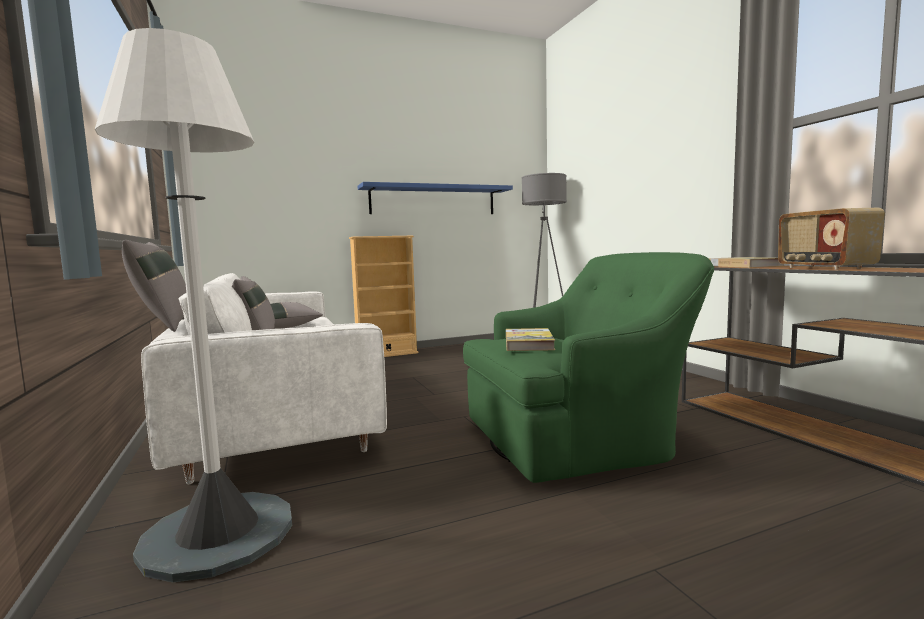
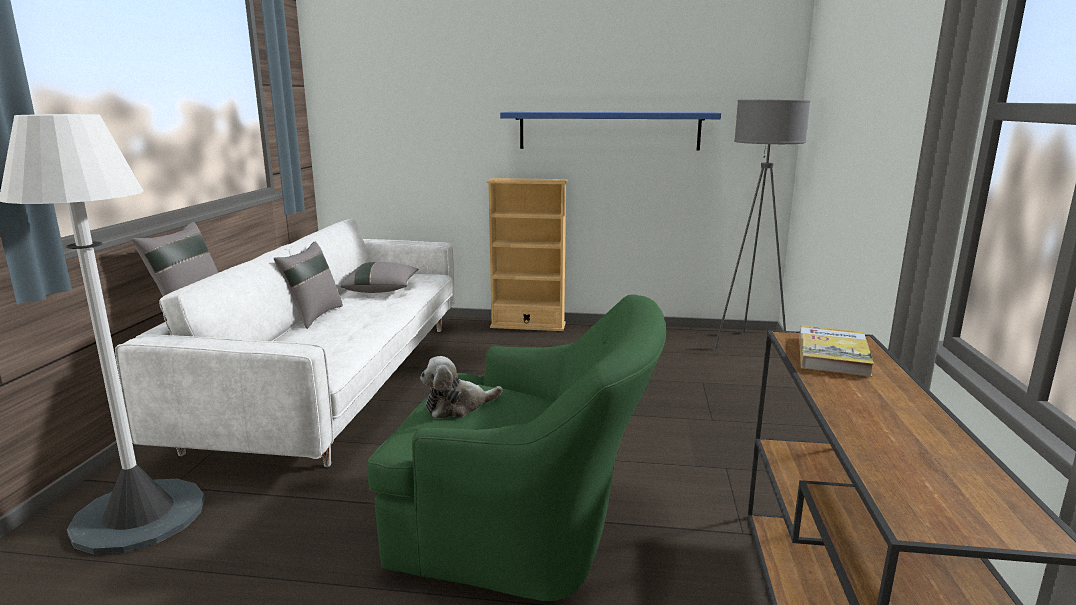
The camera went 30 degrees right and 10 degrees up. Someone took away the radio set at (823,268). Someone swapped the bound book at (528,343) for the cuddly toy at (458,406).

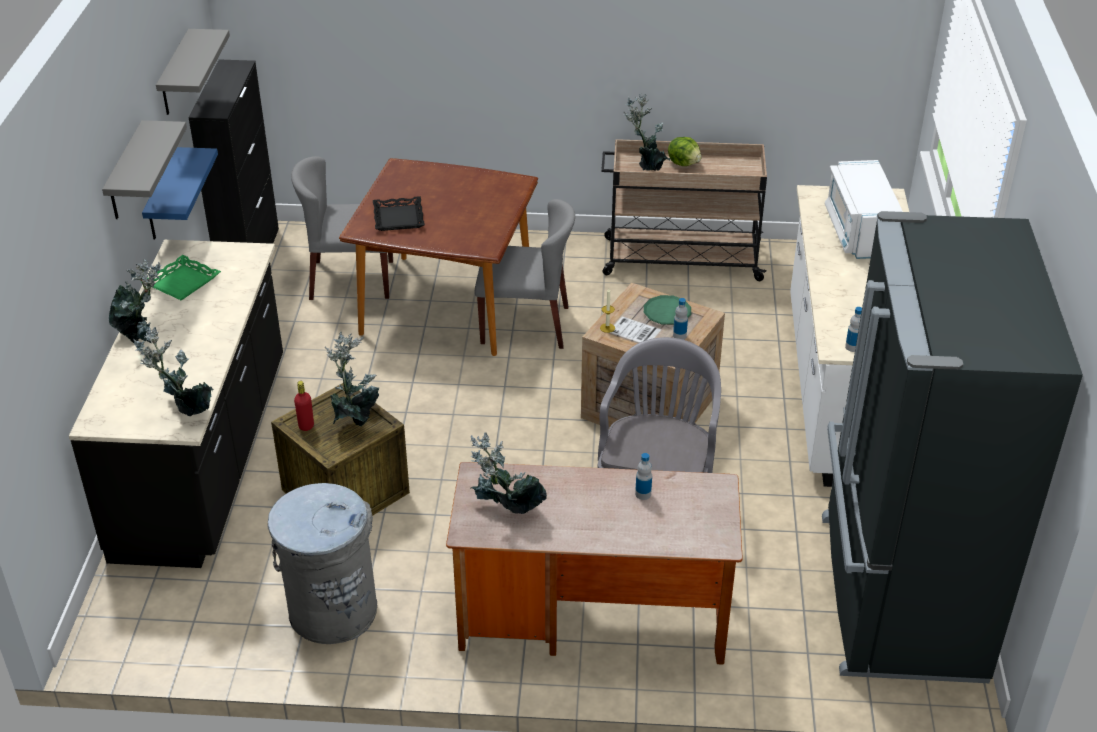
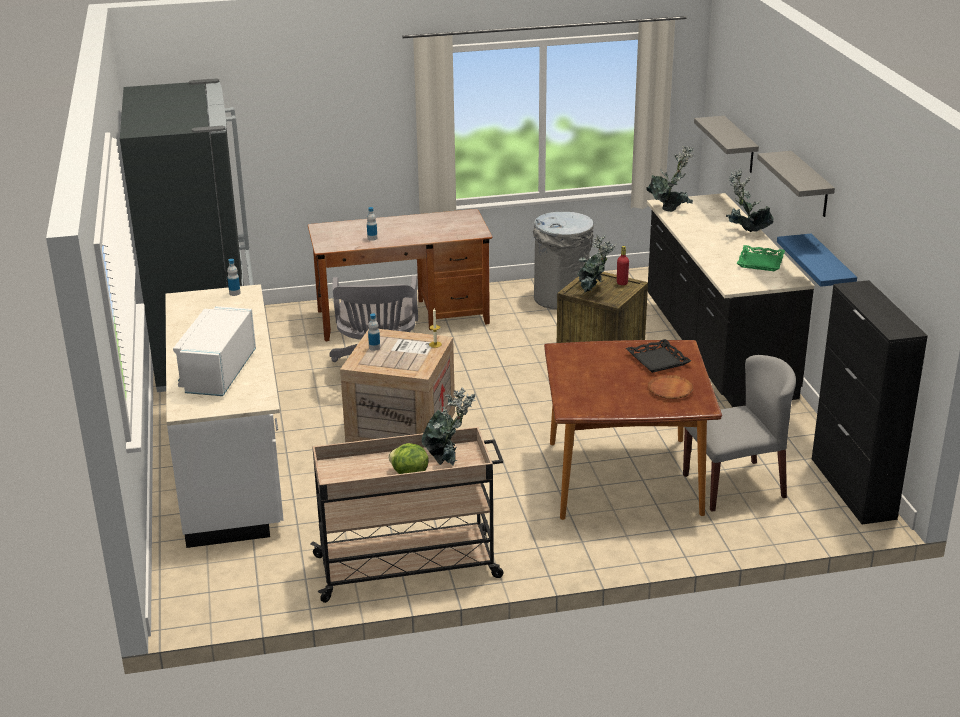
The camera went 165 degrees right and 10 degrees down. Someone took away the plant in a pot at (505,512). Someone took away the gray upright chair at (526,325). Someone took away the greenish dinner plate at (667,313). Someone put down the brown dinner plate at (670,390). Someone carried the gray shelf from (175,74) to (739,145). Someone rotated the whitish kitchen microwave at (860,232) by 150 degrees counterclockwise.

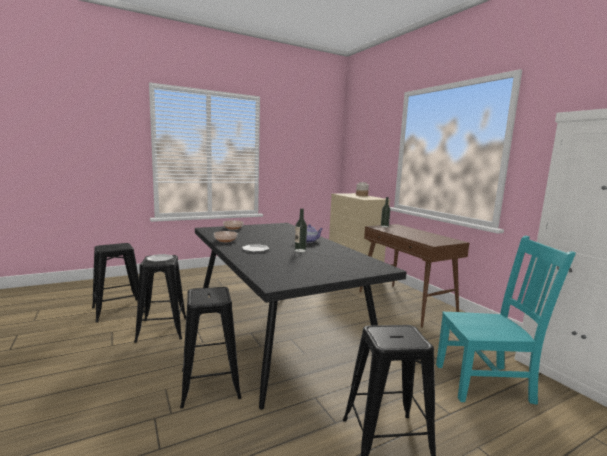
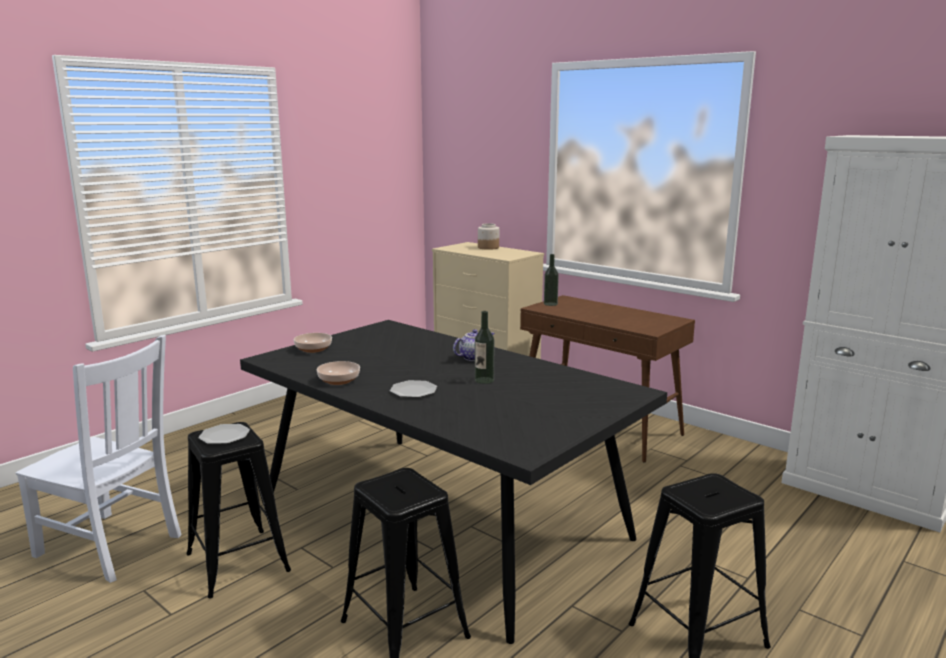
The camera went 20 degrees left and 5 degrees up. Someone took away the turquoise-coloured upright chair at (486,383). Someone swapped the blackish stool seat at (118,310) for the whitish upright chair at (112,547).

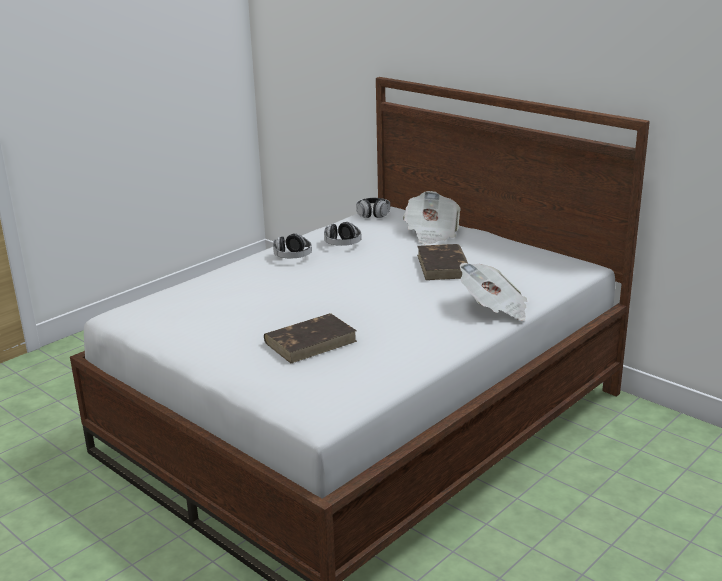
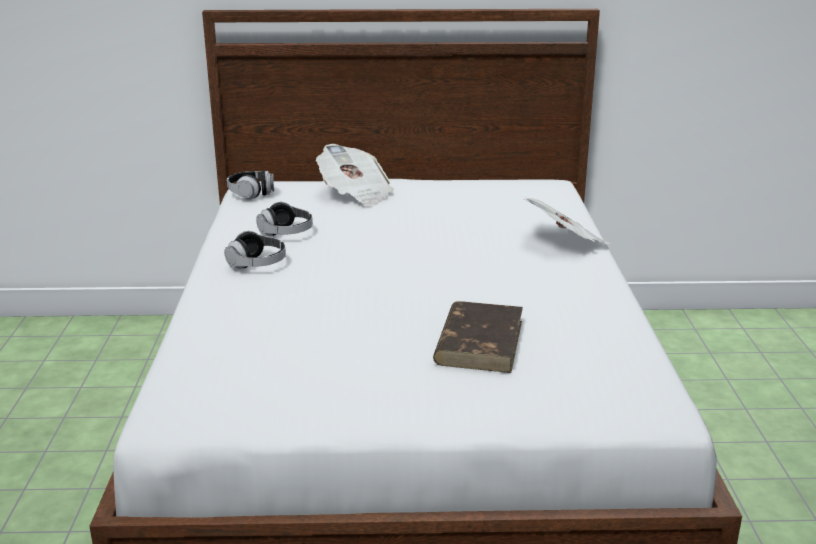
The camera went 45 degrees left and 0 degrees up. Someone took away the brown bound book at (443,266).

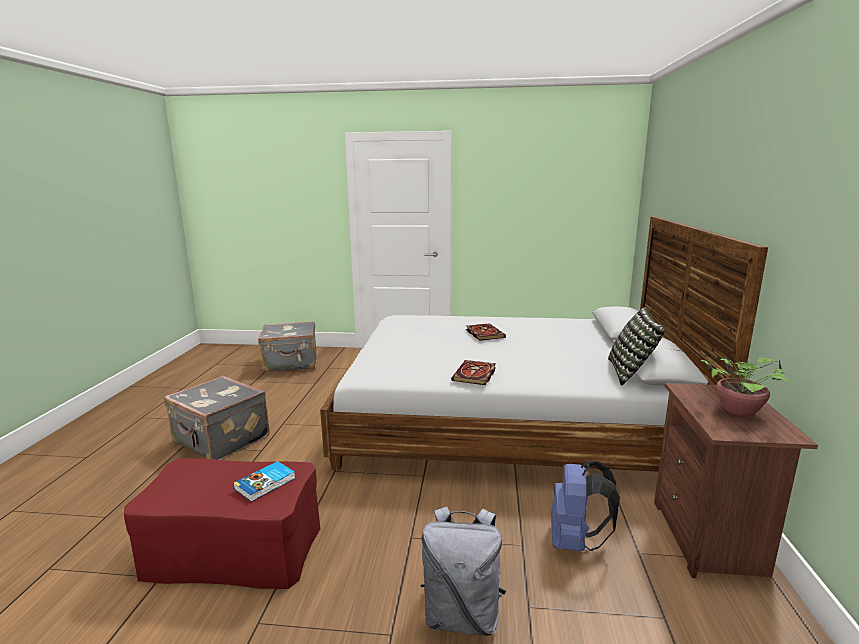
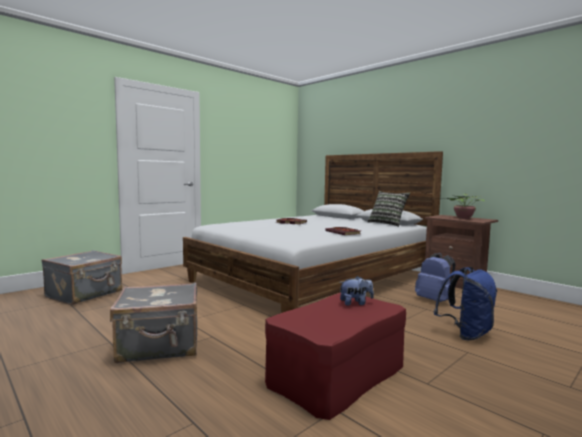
The camera went 50 degrees left and 10 degrees down. Someone swapped the bound book at (266,483) for the cuddly toy at (355,303). Someone repainted the gray knapsack at (462,615), which became the bluish knapsack at (466,334).

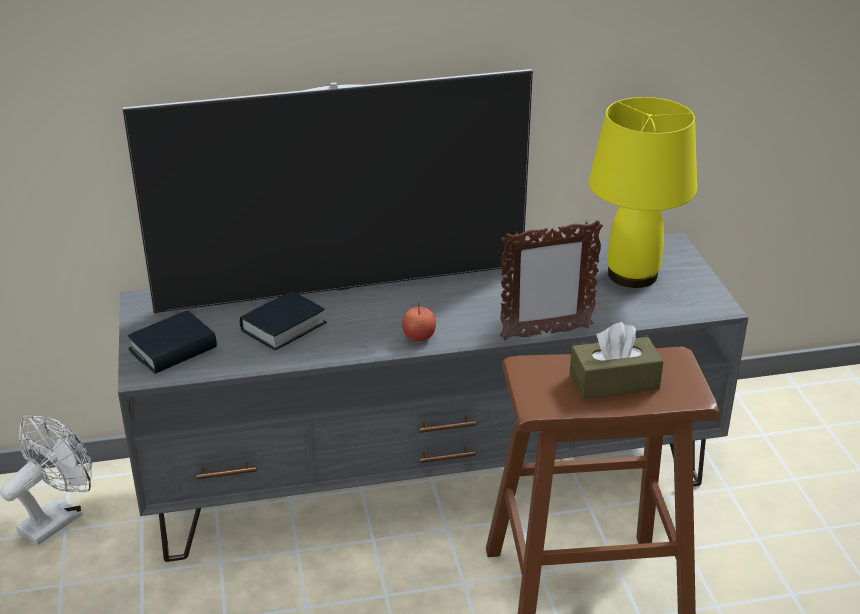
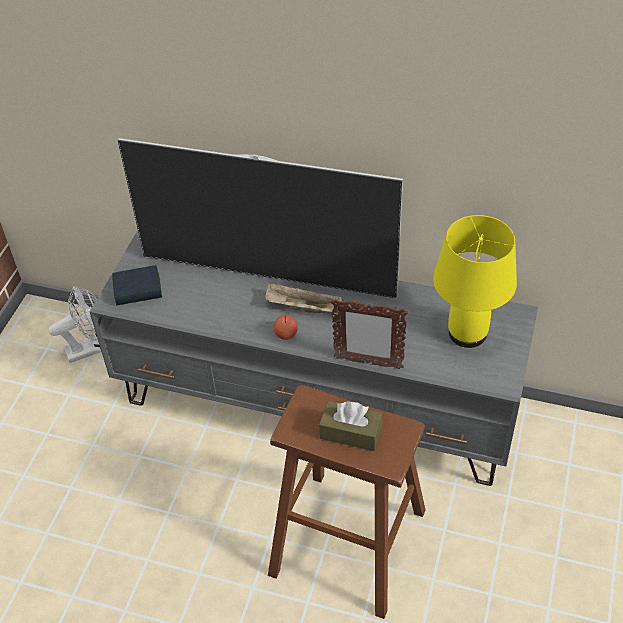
The camera went 30 degrees right and 15 degrees up. Someone took away the bound book at (283,327). Someone put down the beige-coloured carrying tray at (301,307).

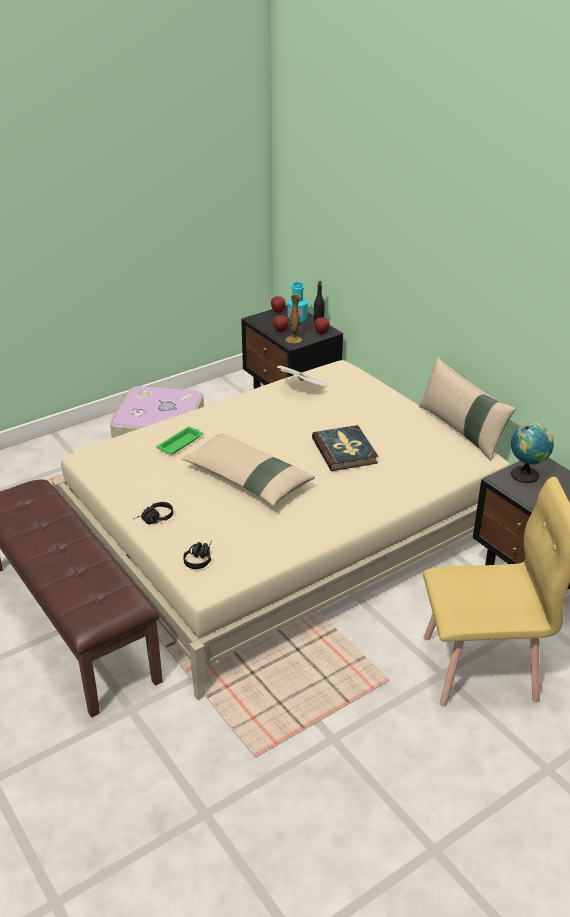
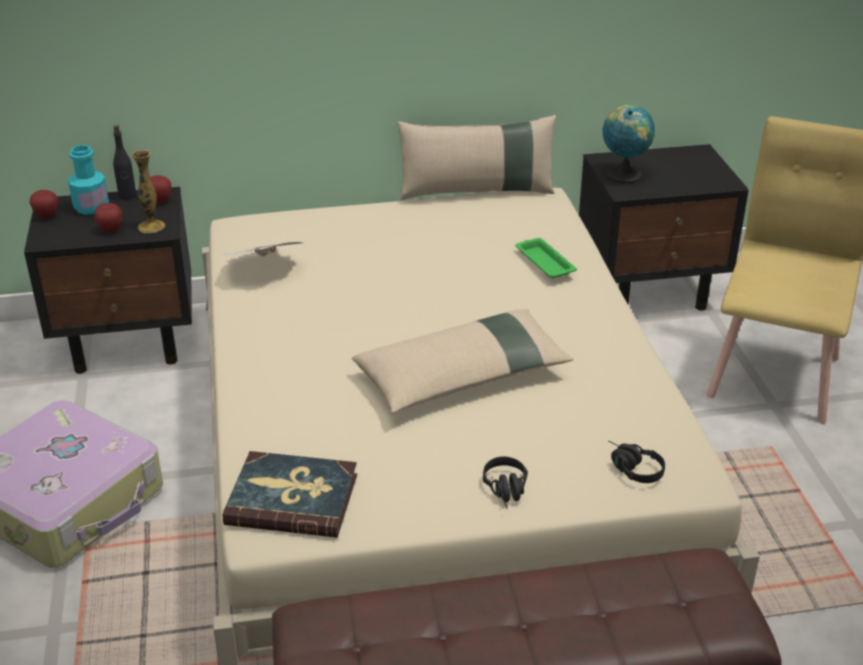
The camera went 65 degrees left and 0 degrees up. Someone carried the greenish carrying tray from (181,443) to (544,262). Someone carried the bound book from (345,451) to (292,499).

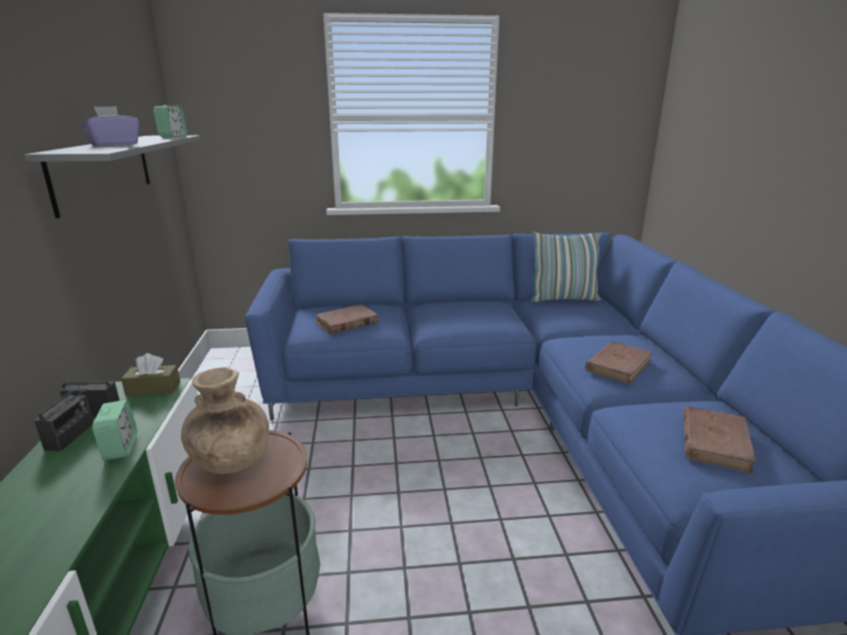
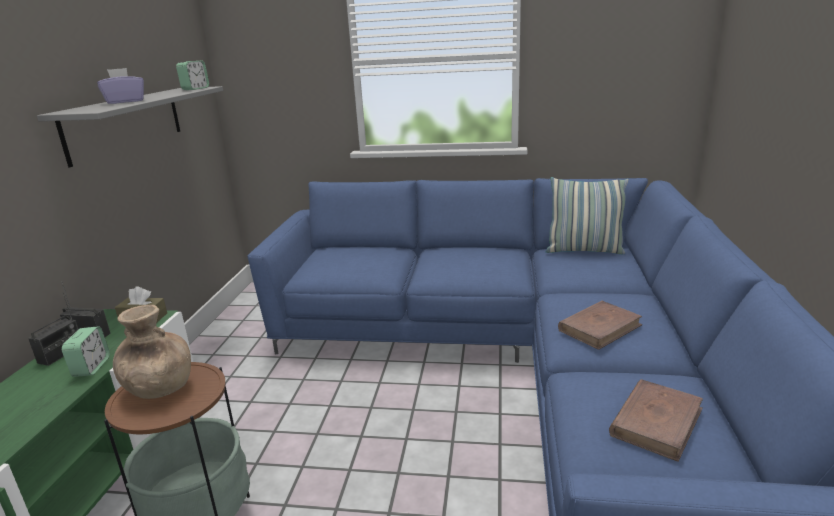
The camera went 15 degrees right and 0 degrees up. Someone took away the brown bound book at (346,322).

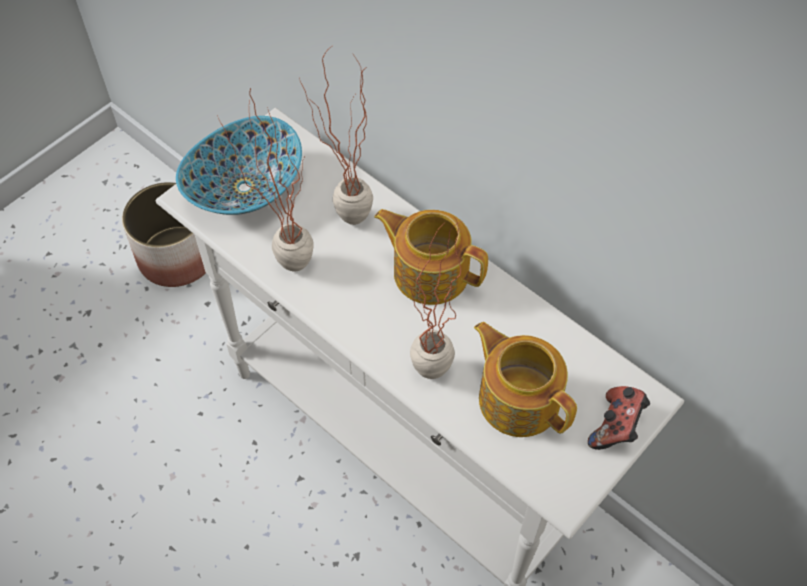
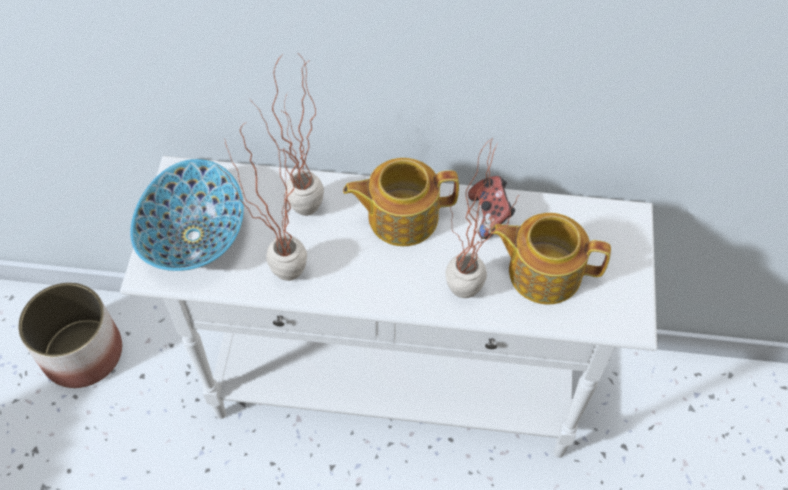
The camera went 35 degrees left and 0 degrees up. Someone carried the joypad from (616,427) to (490,215).

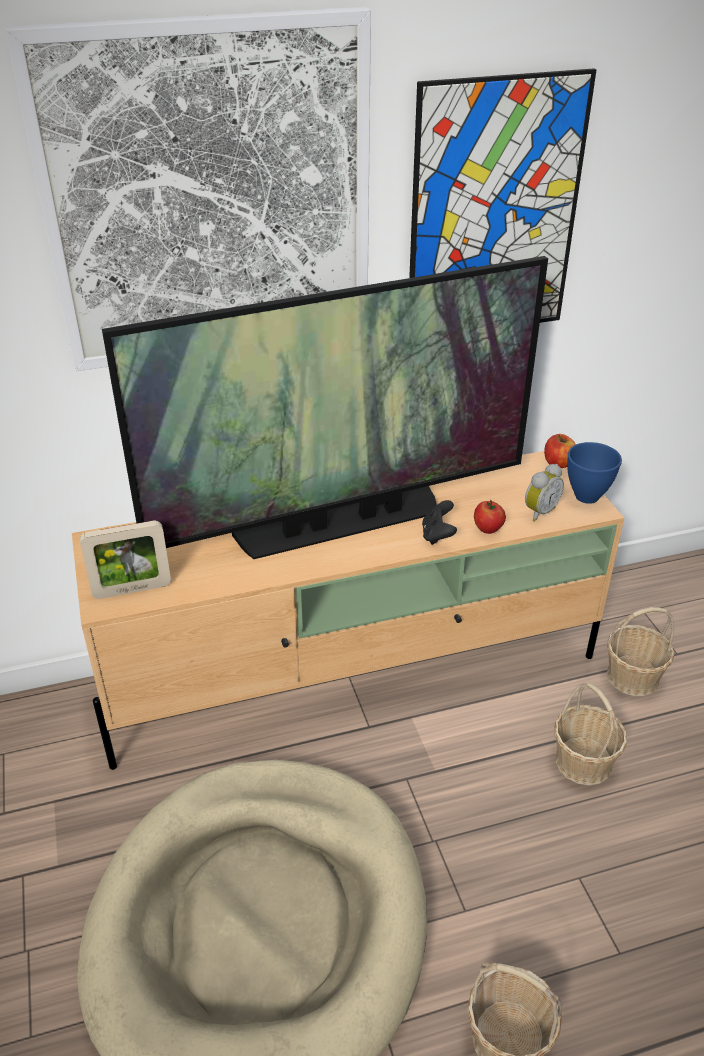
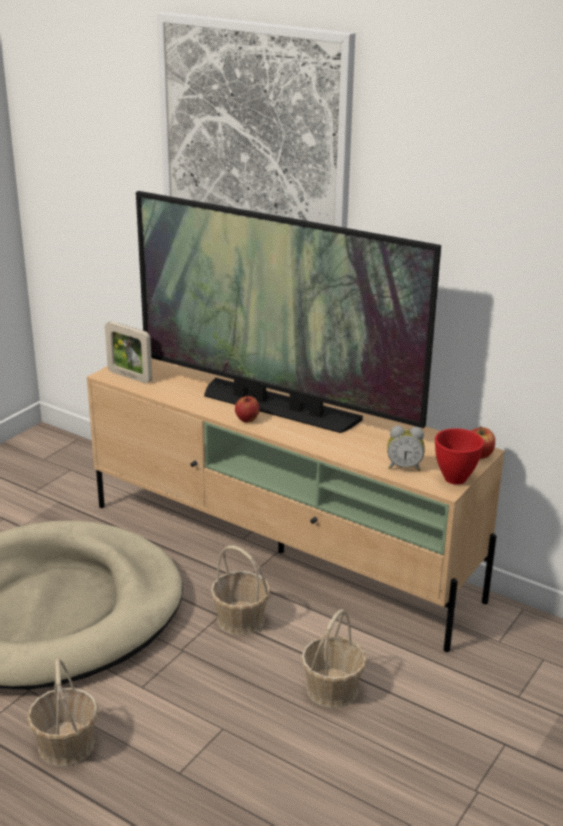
The camera went 50 degrees right and 10 degrees down. Someone took away the wall picture at (494,212). Someone took away the blackish joypad at (438,535). Someone carried the apple fruit from (488,529) to (247,420). Someone carried the basket from (633,677) to (240,620). Someone repainted the bluish deep dish at (588,496), which became the red deep dish at (456,479).

